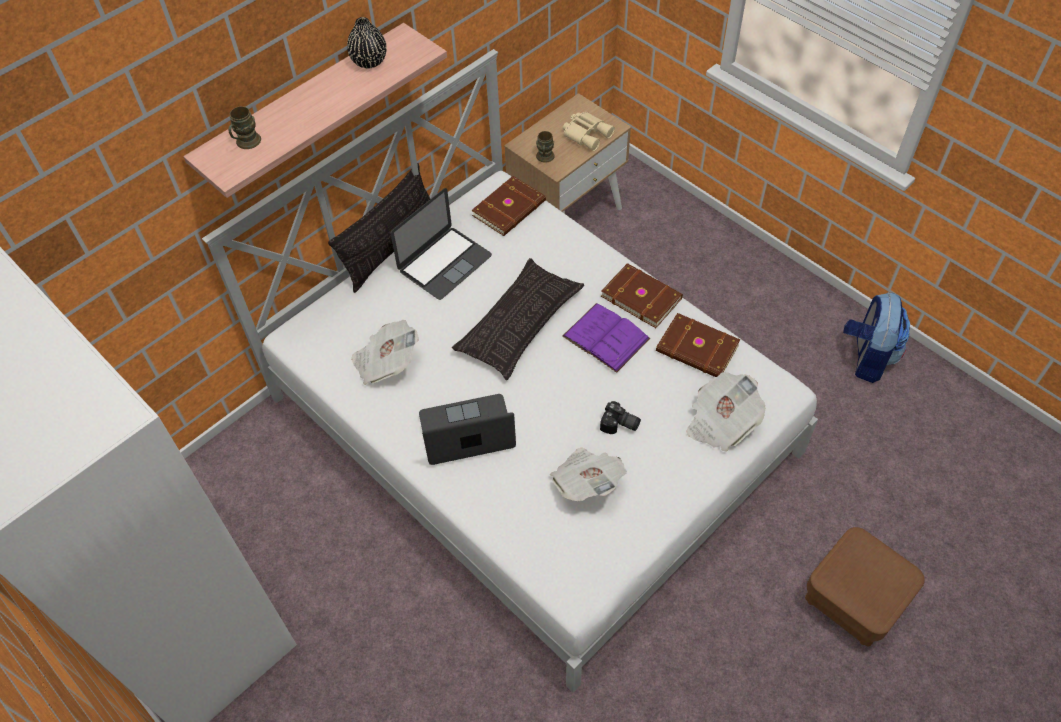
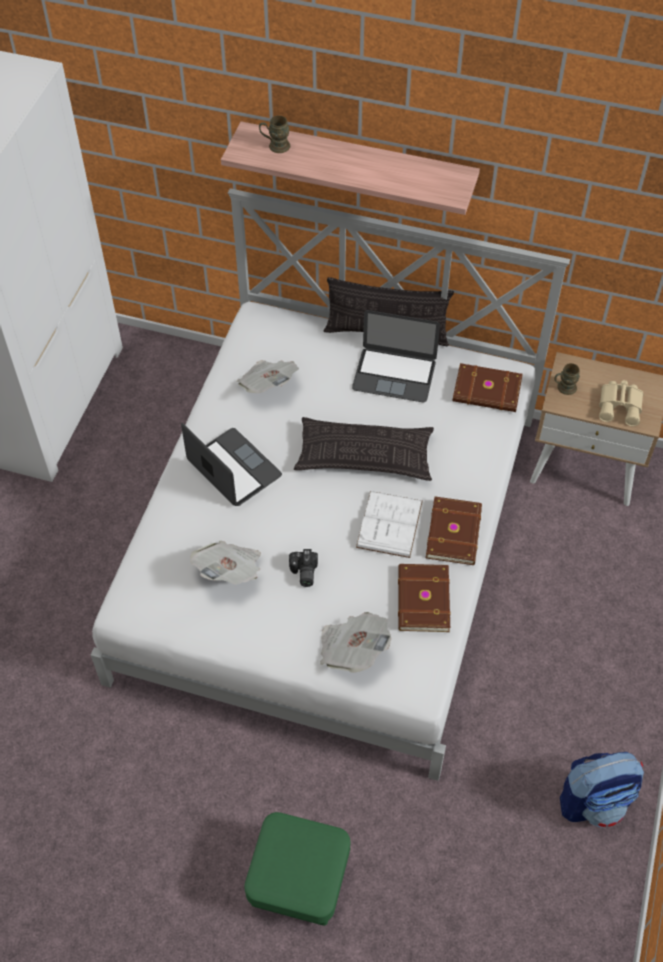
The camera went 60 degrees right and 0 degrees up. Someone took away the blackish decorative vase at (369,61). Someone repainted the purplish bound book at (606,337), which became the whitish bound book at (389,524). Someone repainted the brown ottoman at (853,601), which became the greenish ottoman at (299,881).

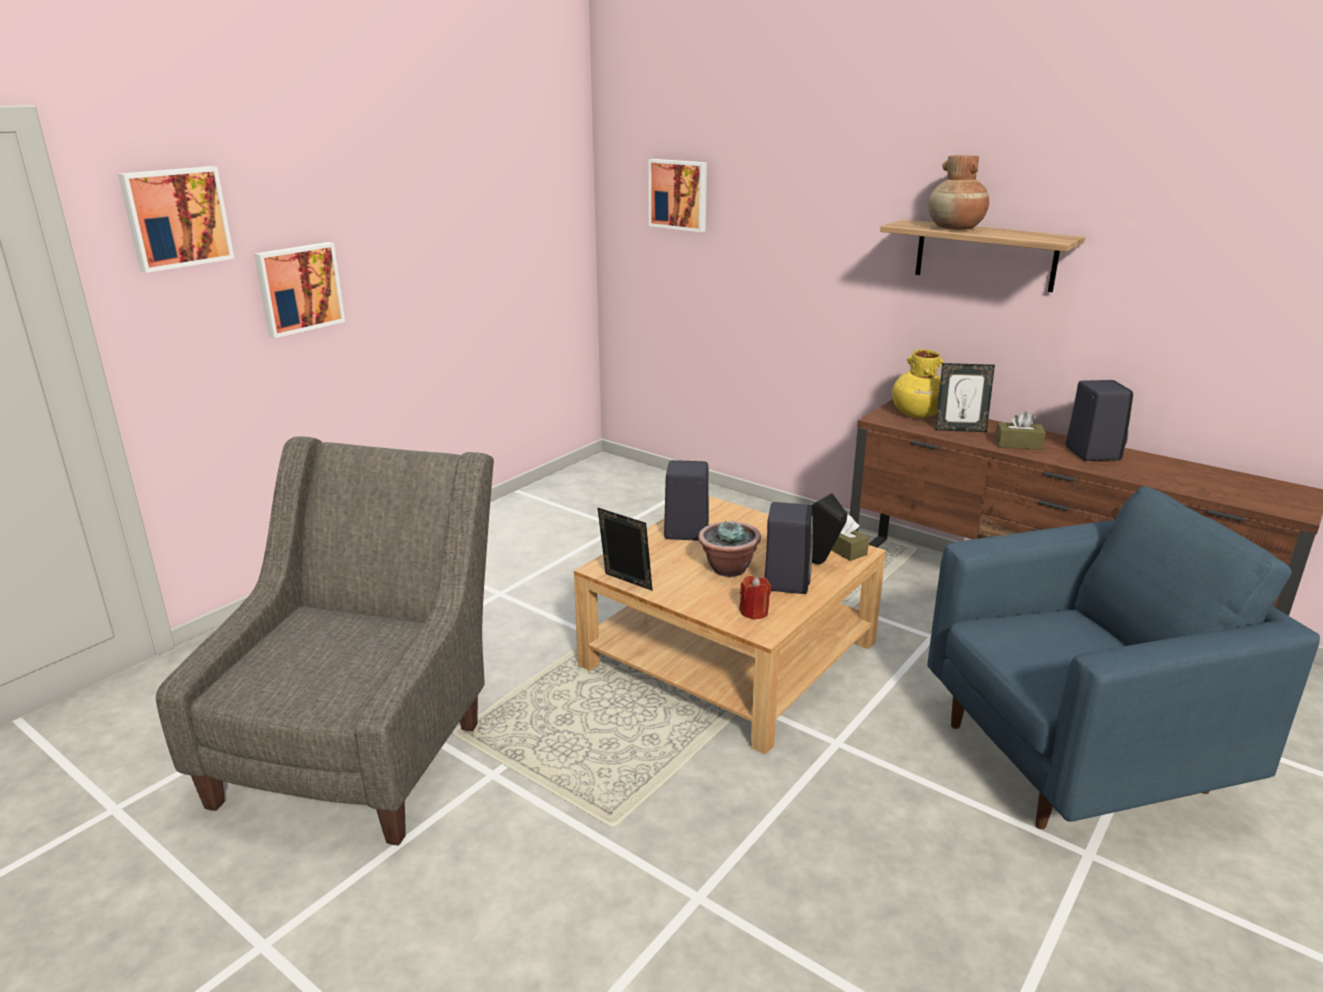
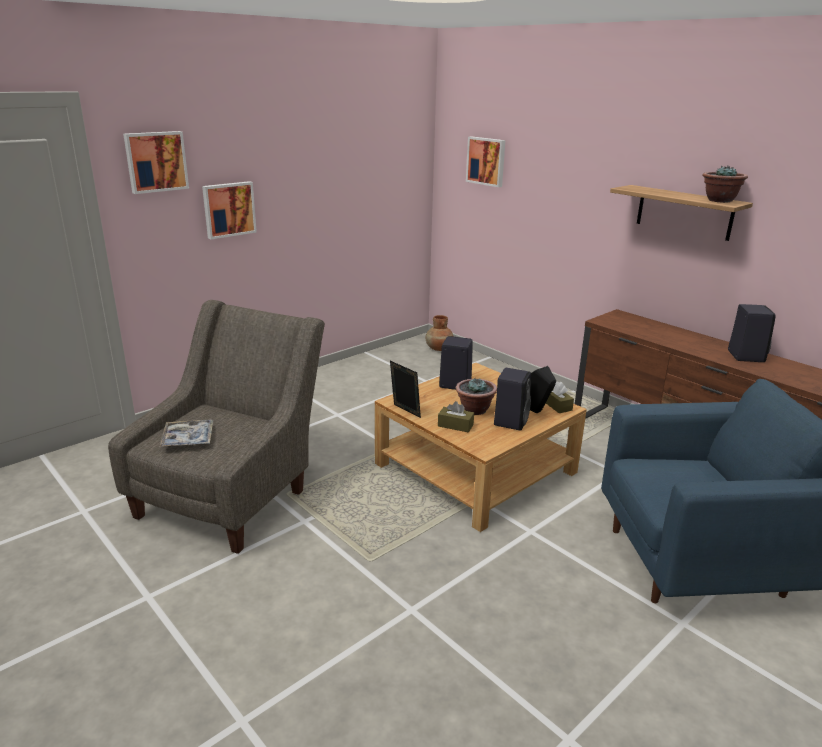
The camera went 10 degrees right and 0 degrees up. Someone took away the red wax candle at (754,612). Someone took away the yellowish decorative vase at (916,414). Someone took away the standing frame at (960,429). Someone put down the carrying tray at (188,439). Someone put down the plant in a pot at (719,200). Someone carried the brown decorative vase from (955,228) to (439,348). Someone carried the brown tissue box from (1018,444) to (455,425).

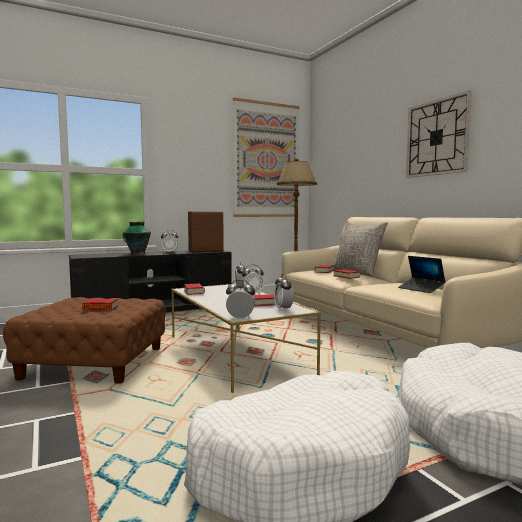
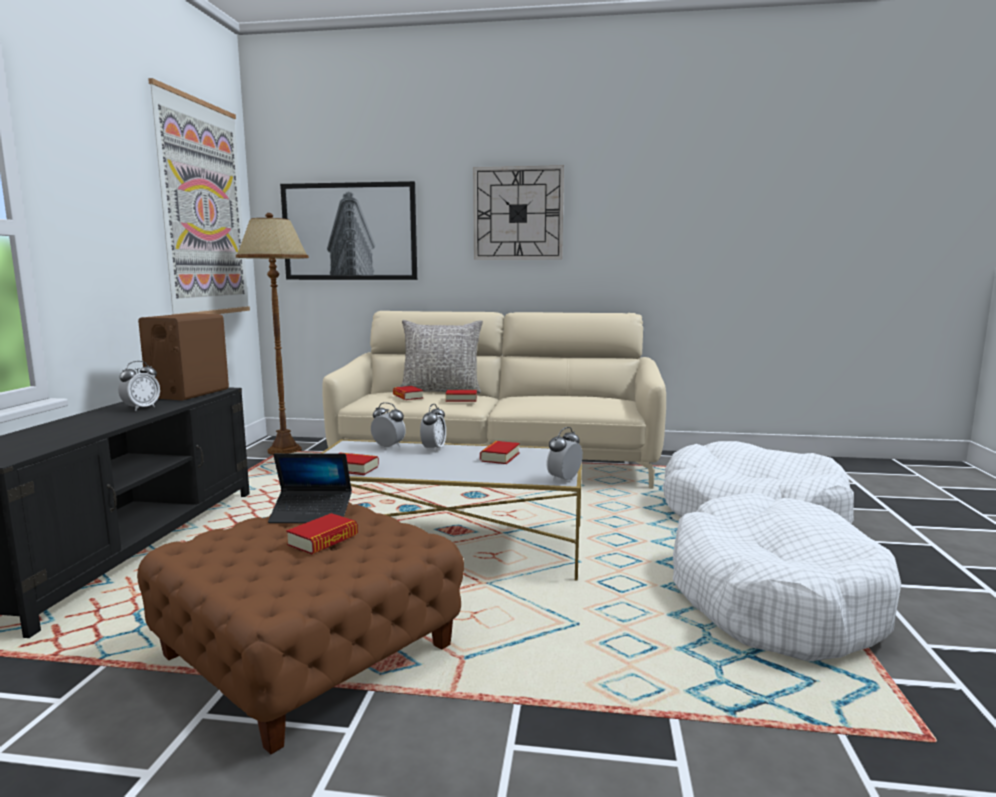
The camera went 55 degrees left and 5 degrees up. Someone took away the decorative vase at (137,254). Someone took away the table clock at (283,309). Someone put up the wall picture at (349,232). Someone carried the portable computer from (421,289) to (311,514).

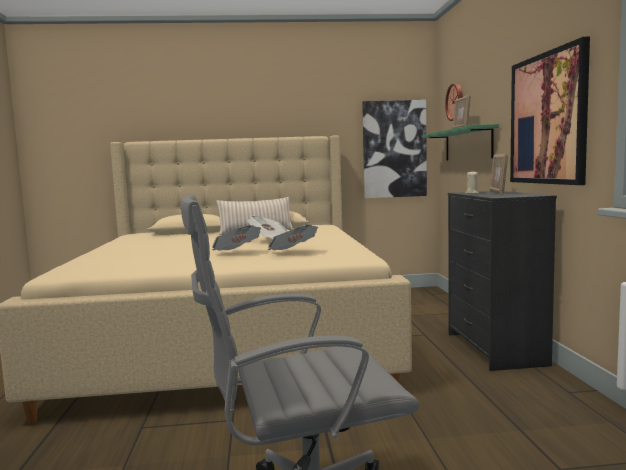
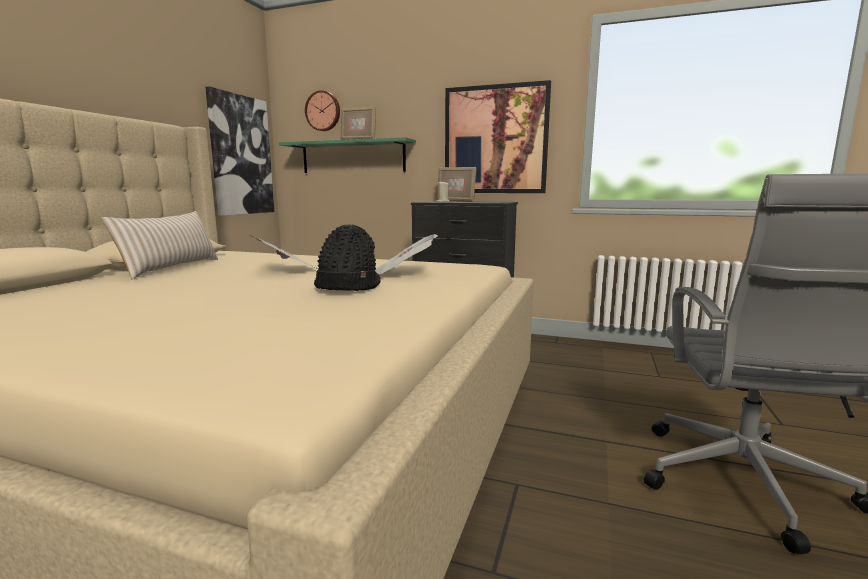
The camera went 65 degrees left and 5 degrees up. Someone swapped the daily paper at (236,253) for the blackish clothing hat at (347,286).

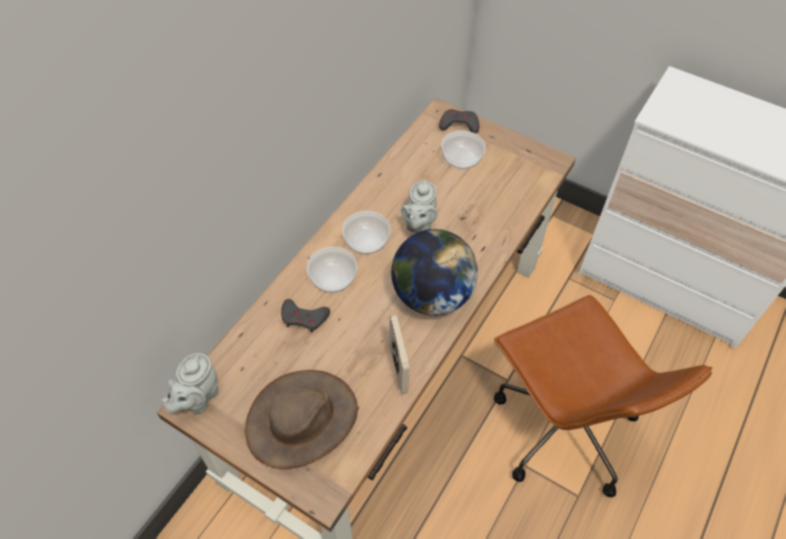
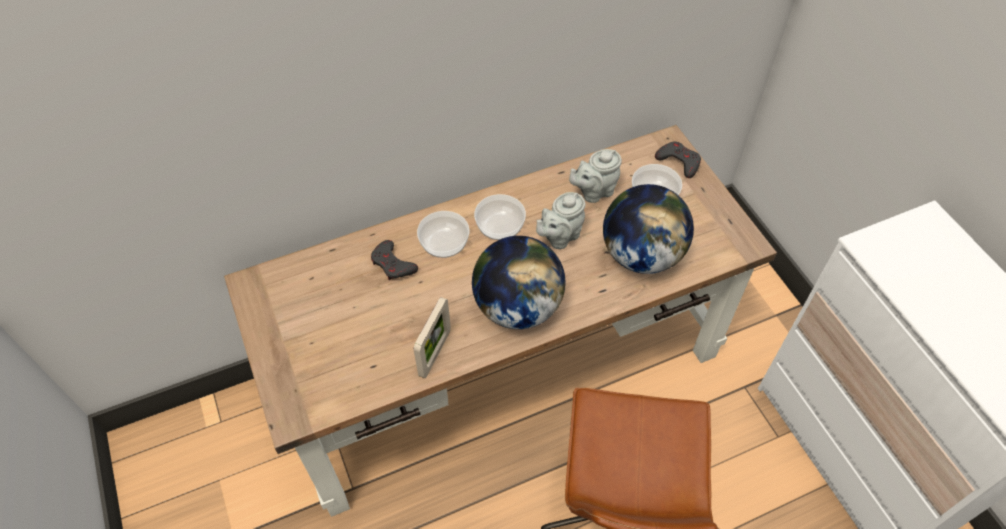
The camera went 35 degrees right and 0 degrees up. Someone took away the brown clothing hat at (302,420). Someone put down the globe at (641,255). Someone carried the gray tea pot from (198,398) to (594,192).

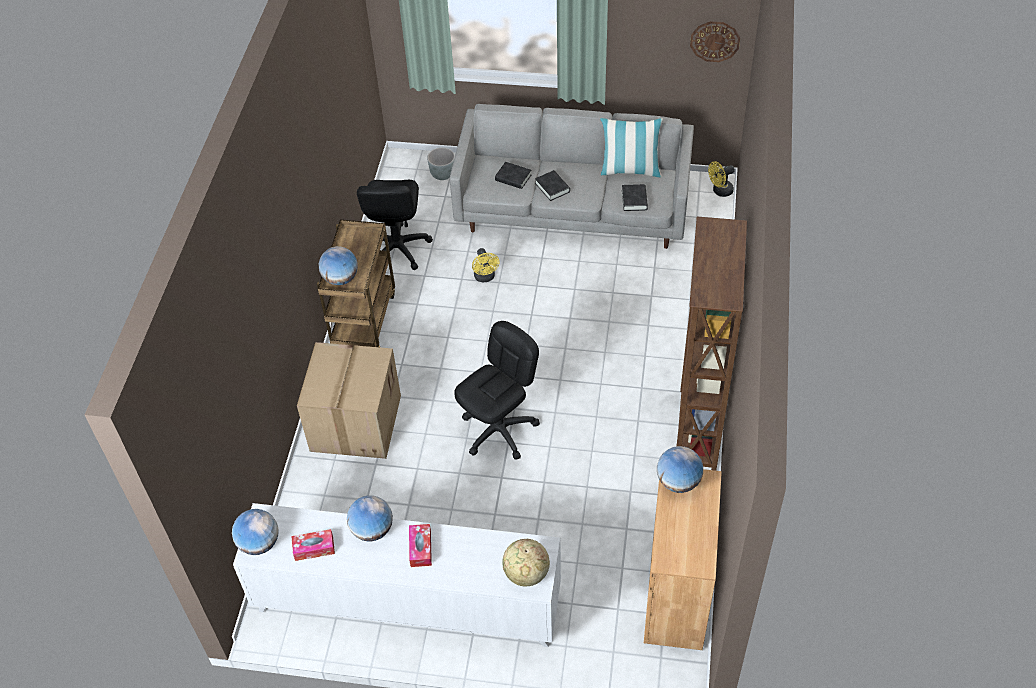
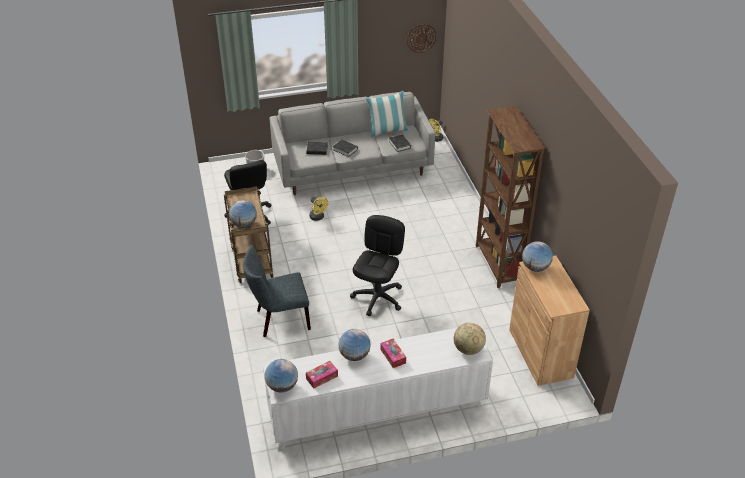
The camera went 25 degrees left and 10 degrees down. Someone swapped the cardboard box at (355,422) for the gray upright chair at (279,319).

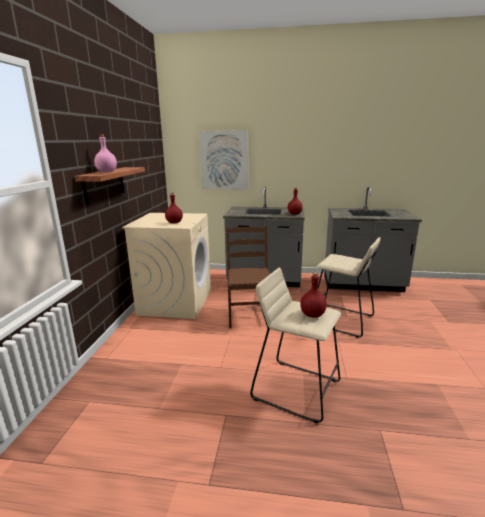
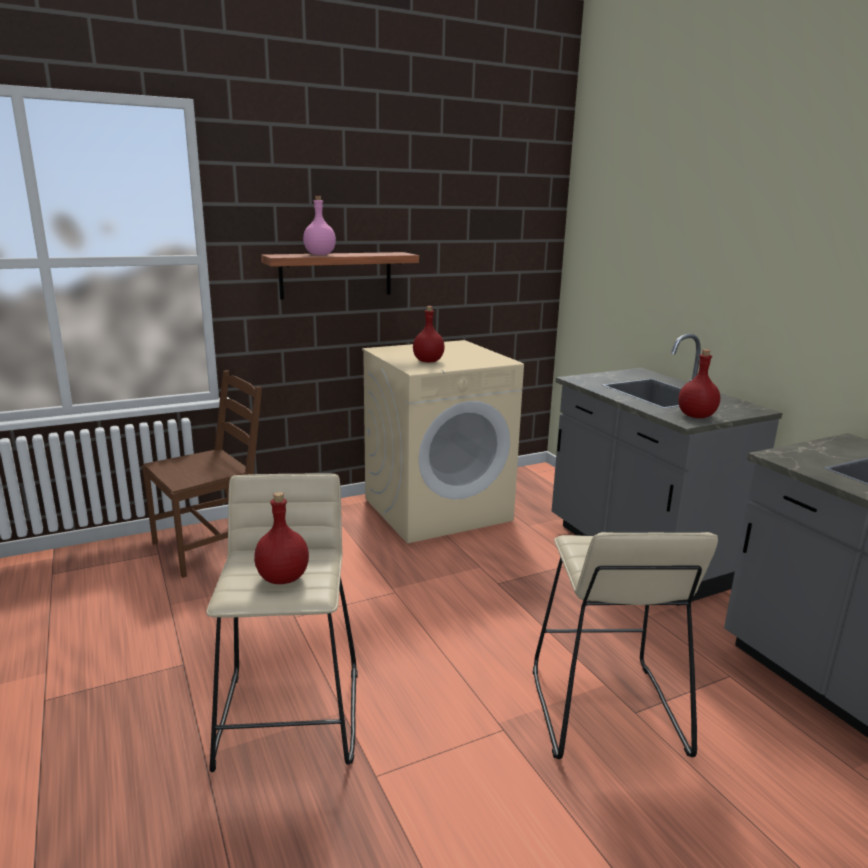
The camera went 55 degrees right and 0 degrees up. Someone took away the wall picture at (224,160). Someone carried the brown upright chair from (249,314) to (212,545).

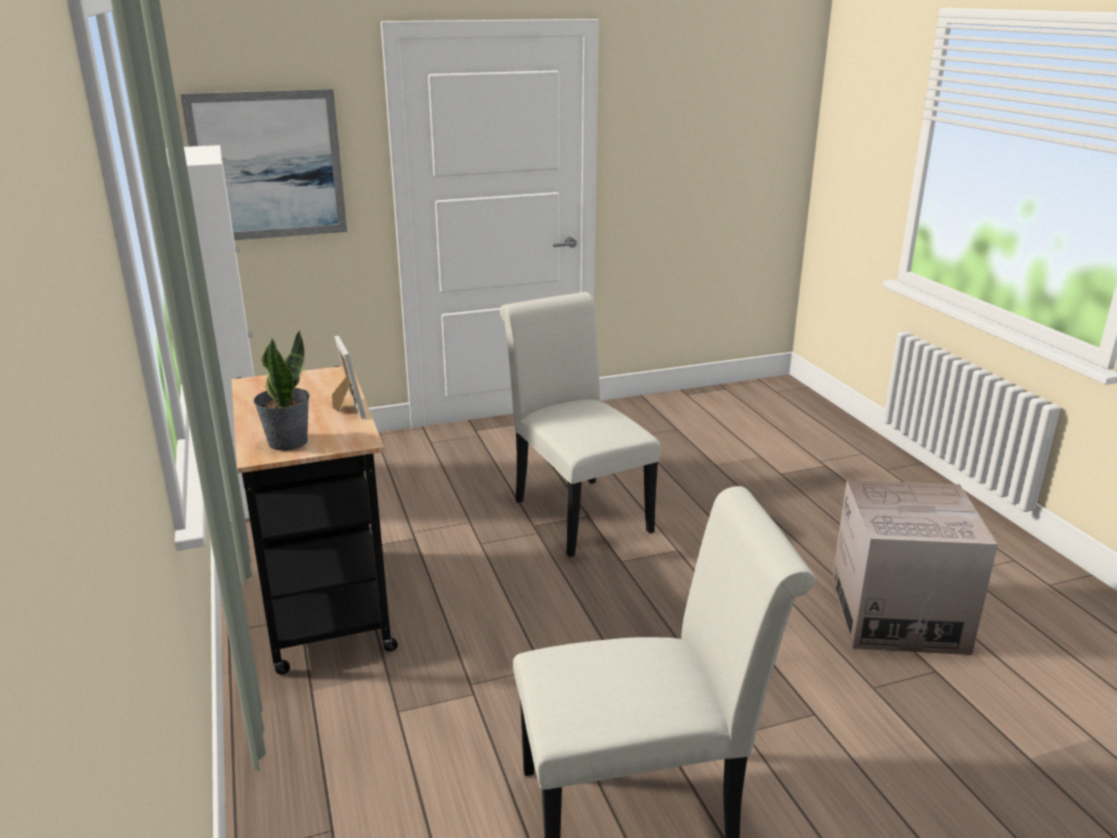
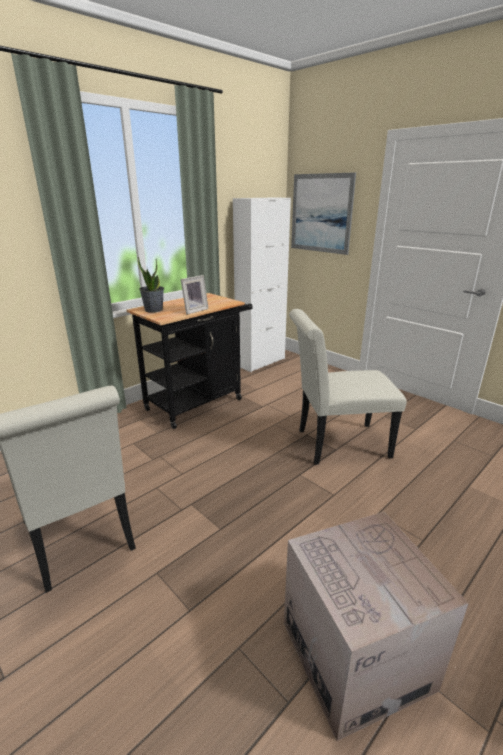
The camera went 65 degrees right and 0 degrees up. Someone rotated the whitish upright chair at (577,511) by 135 degrees counterclockwise.

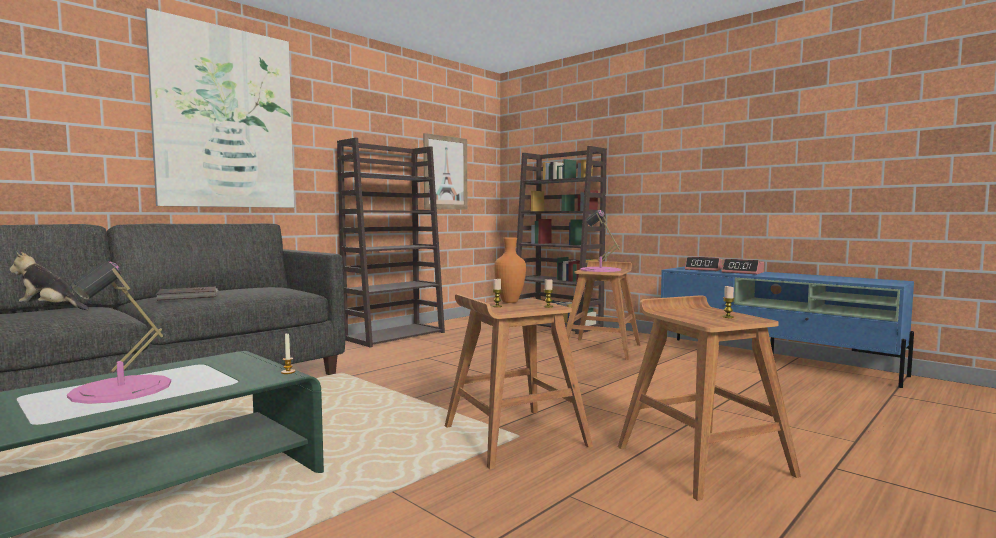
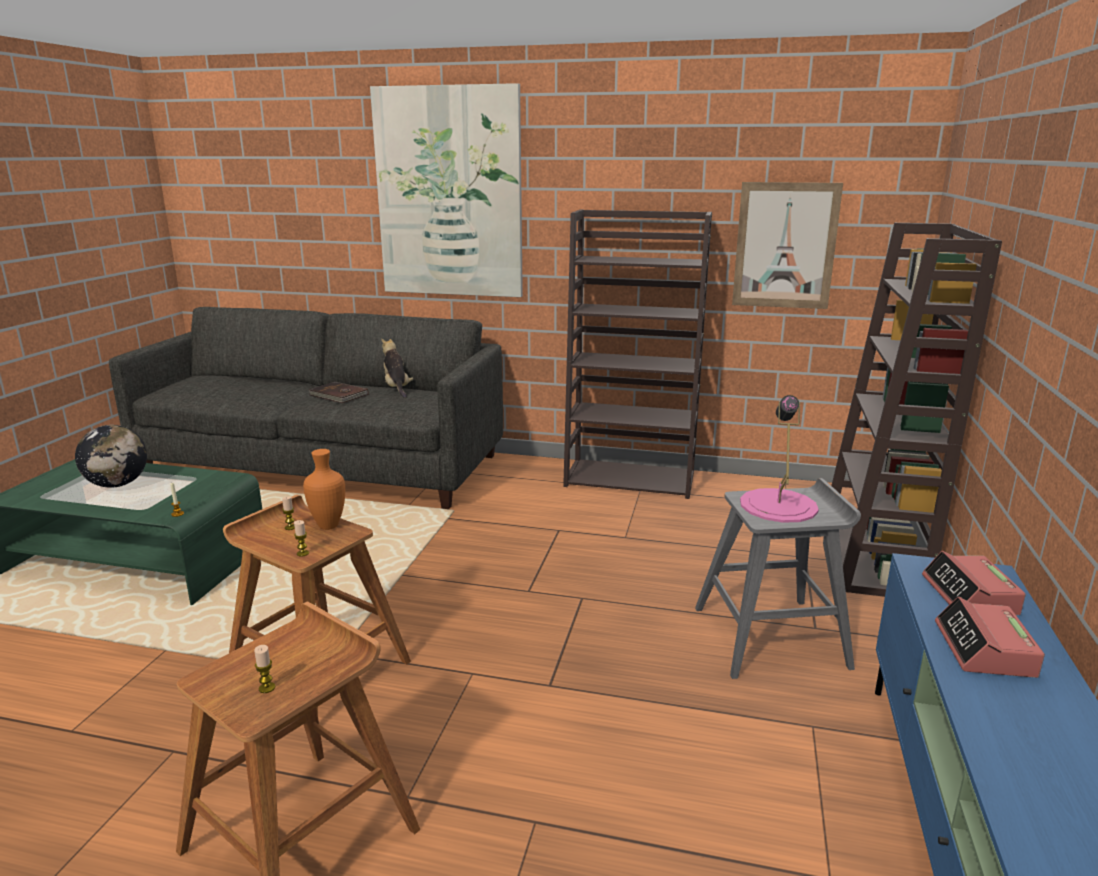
The camera went 60 degrees right and 15 degrees up. Someone carried the cuddly toy from (50,309) to (397,389). Someone swapped the pinkish lamp for a table at (121,389) for the globe at (117,484). Someone repainted the brown stool seat at (602,348), which became the gray stool seat at (772,637).

